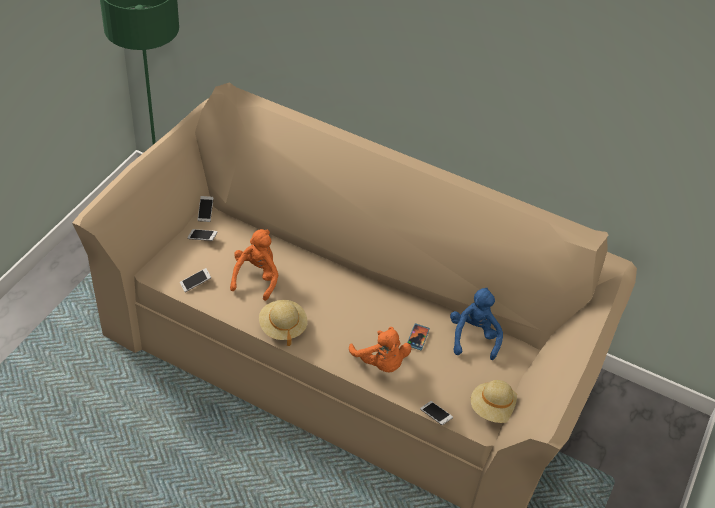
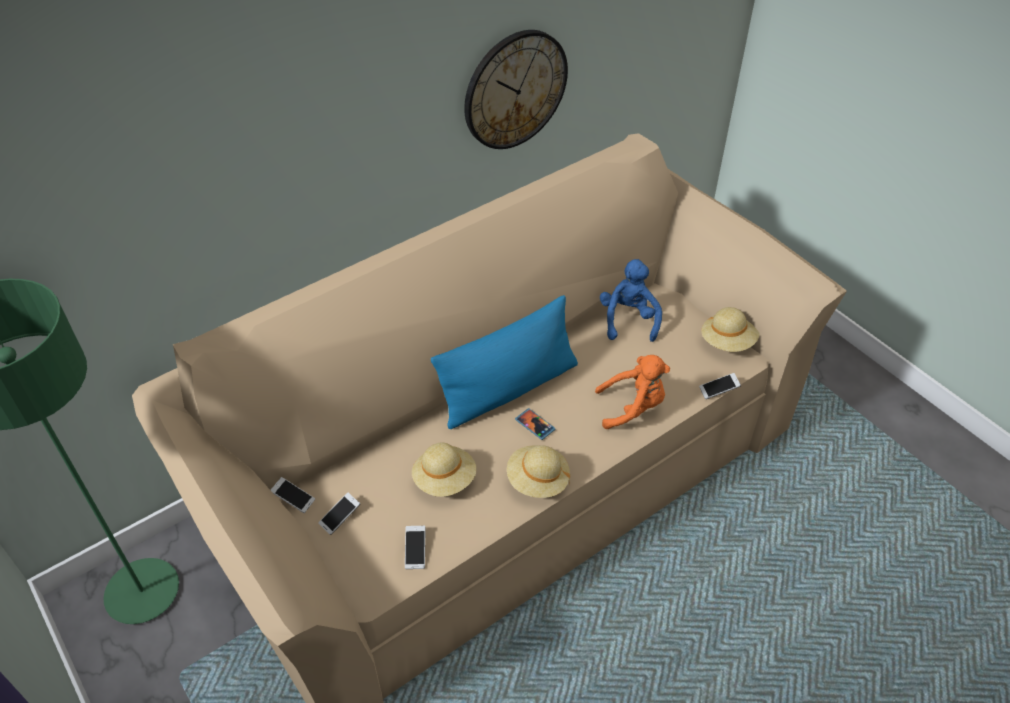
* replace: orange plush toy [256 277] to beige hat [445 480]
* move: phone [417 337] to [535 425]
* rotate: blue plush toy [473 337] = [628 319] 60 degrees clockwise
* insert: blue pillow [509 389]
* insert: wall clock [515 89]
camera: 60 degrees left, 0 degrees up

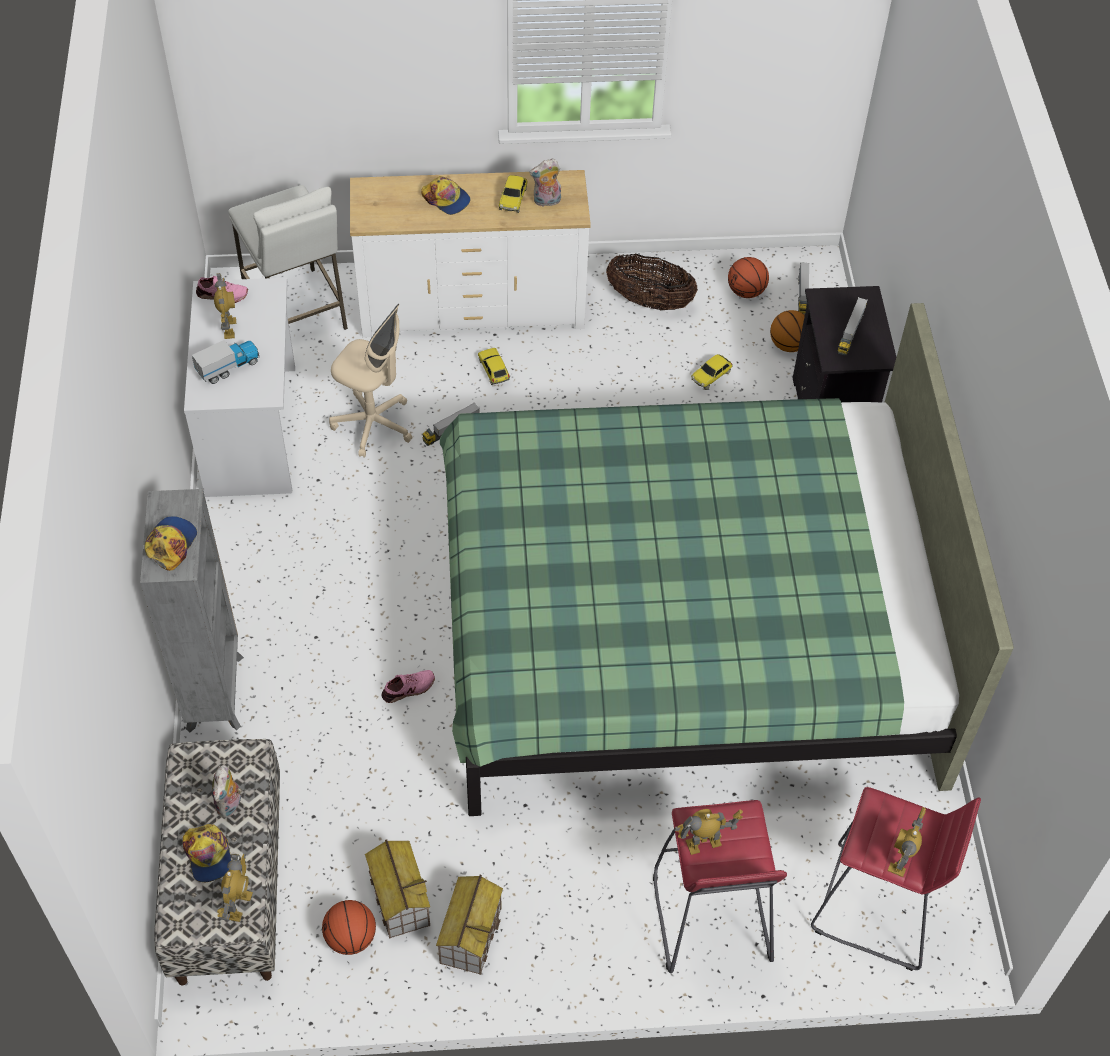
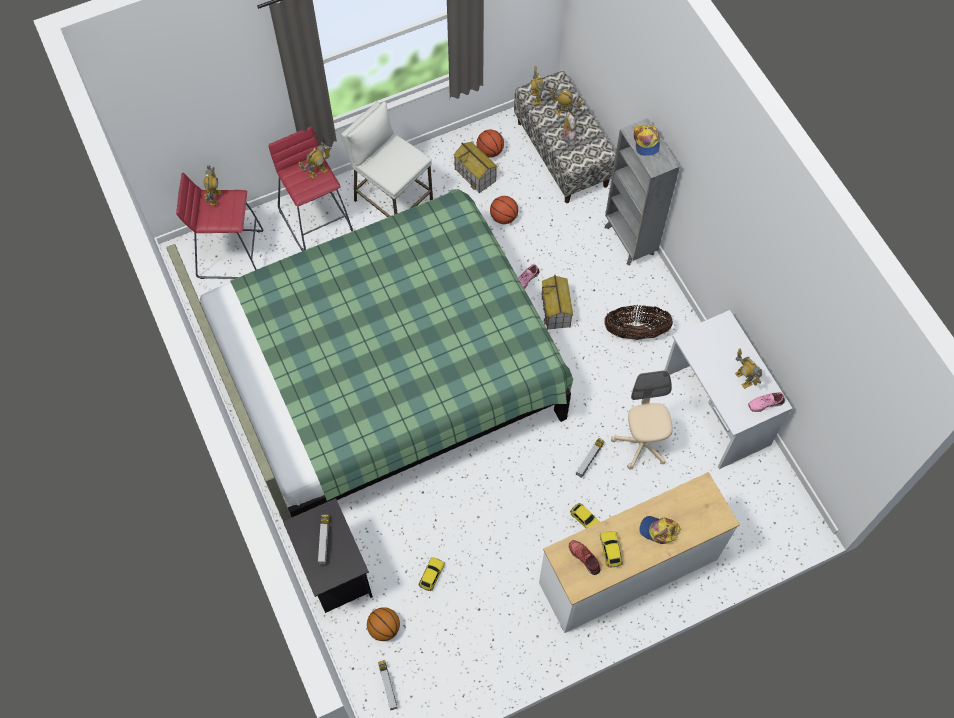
* replace: cap [208 855] to toy robot [564 113]
* delete: toy truck [228 367]
* move: white stool [296 310] to [392 202]
* rotate: beige office chair [373 425] = [641 443] 75 degrees clockwise
* move: toy house [470 935] to [556 311]
* replace: plush toy [546 202] to red shoe [584 557]
* move: basket [649 301] to [635 332]
* move: basketball [746 291] to [503 217]
camera: 160 degrees right, 10 degrees up

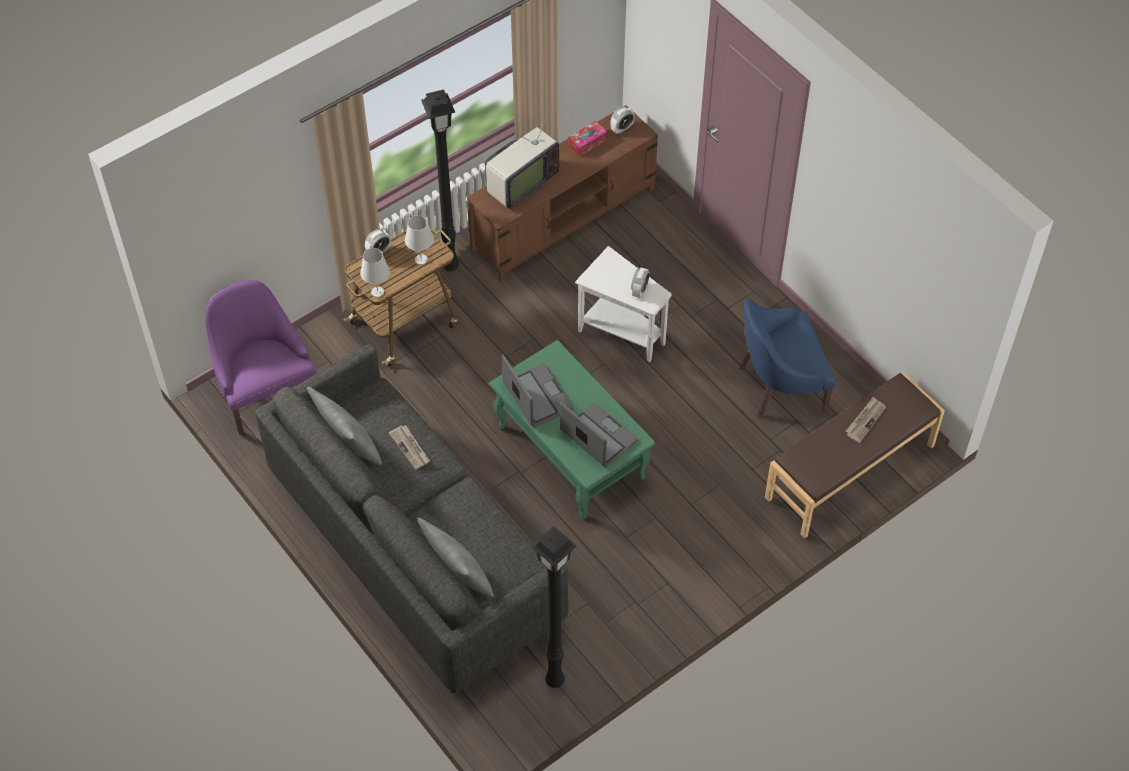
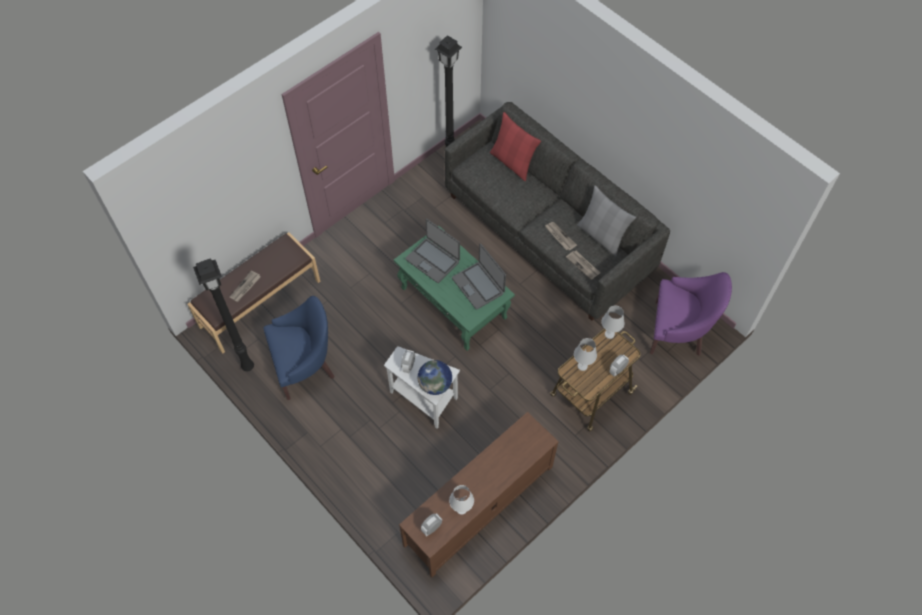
* rotate: purple armchair [265 391] = [678 331] 45 degrees counterclockwise
* recolor: grey pillow [459 576] to red pillow [512 162]
* move: black floor lamp [452 267] to [247 366]
* delete: television [519 183]
* replace: tissue box [587 142] to white table lamp [461 509]
* insert: globe [435 384]
* insert: newspaper [583 265]
camera: 175 degrees right, 5 degrees up

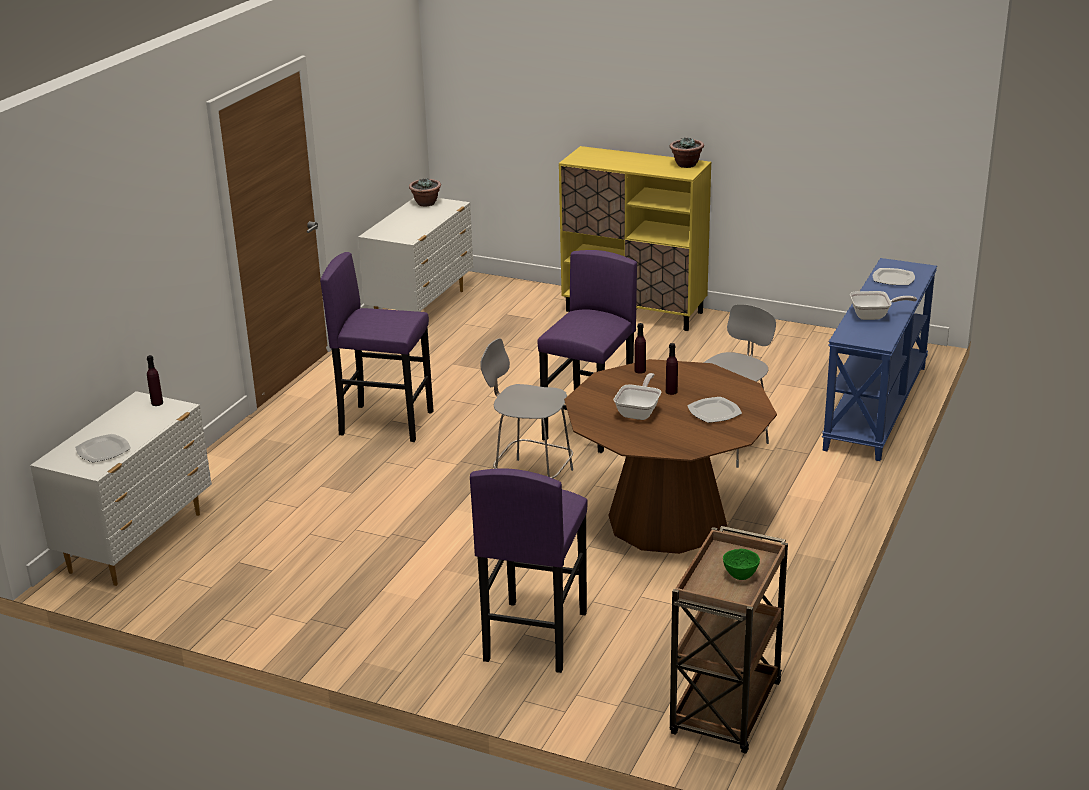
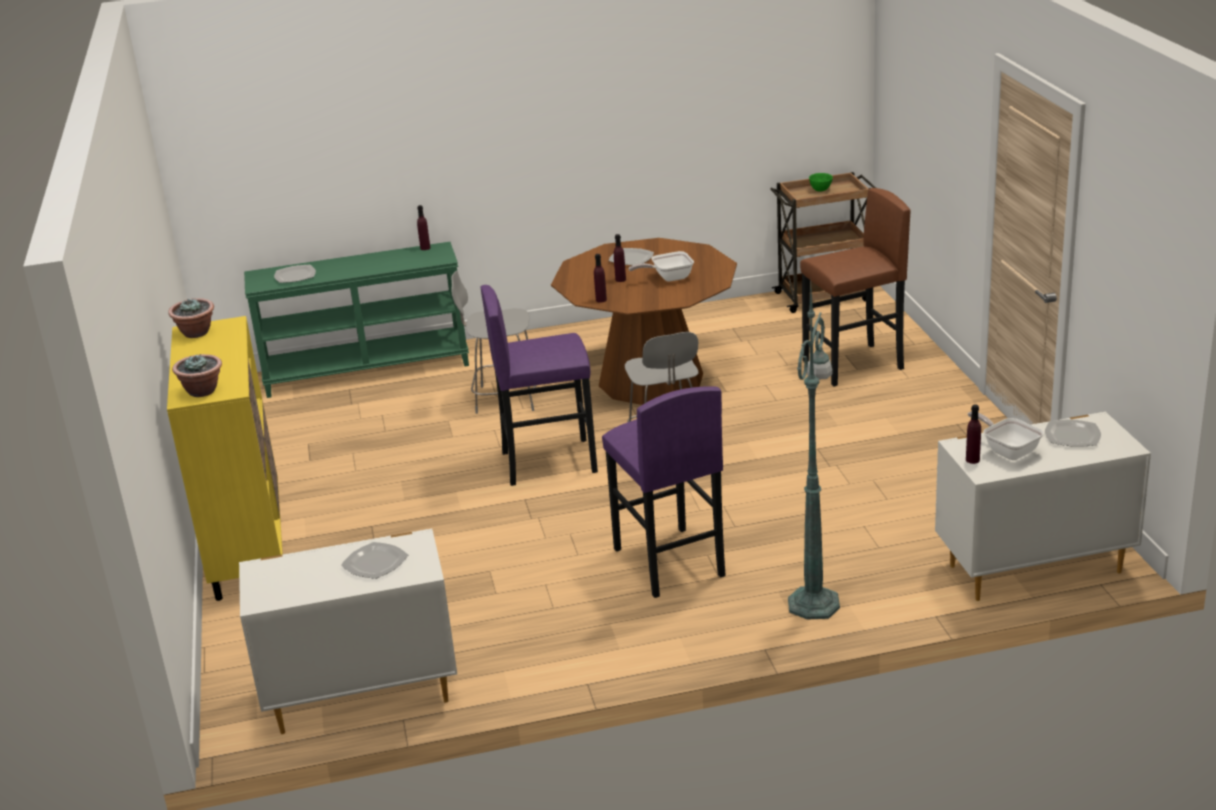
* move: potted plant [426 203] to [202 391]
* recolor: purple stool [534 636] to brown stool [853 365]
* recolor: blue console table [877 407] to green console table [367 369]
* move: frying pan [874 316] to [1007 450]
* insert: plate [374 563]
* insert: purple bottle [425 248]
* insert: green floor lamp [814 602]
camera: 125 degrees left, 0 degrees up

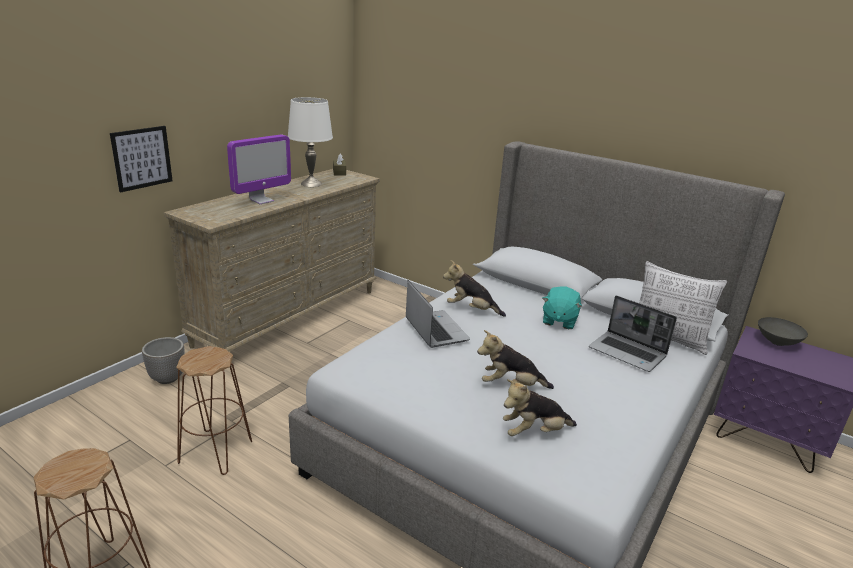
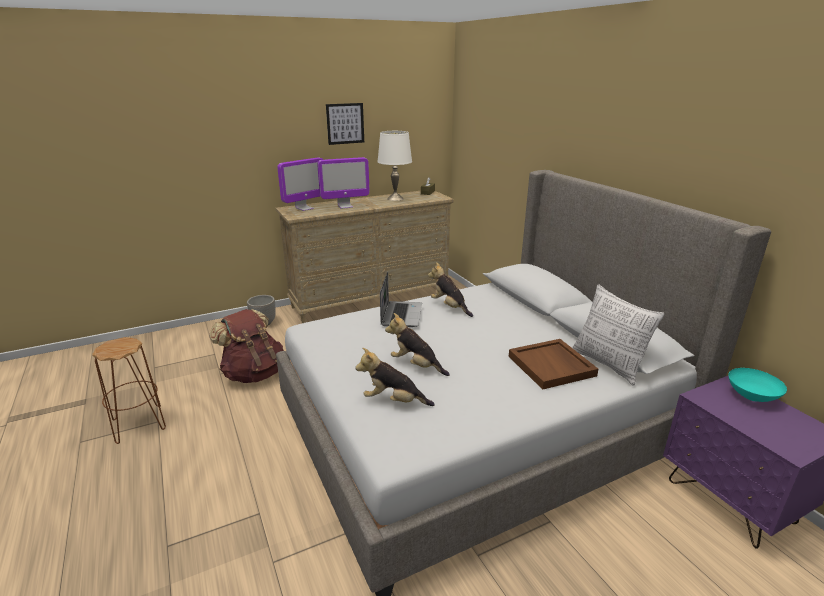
* move: picture [142 158] to [345 123]
* replace: brown stool [216 451] to brown backpack [253 373]
* delete: turquoise plush toy [559 320]
* replace: laptop [628 353] to brown tray [552 366]
* recolor: grey bowl [776 342] to turquoise bowl [750 396]
* insert: monitor [304 208]
camera: 30 degrees right, 0 degrees up

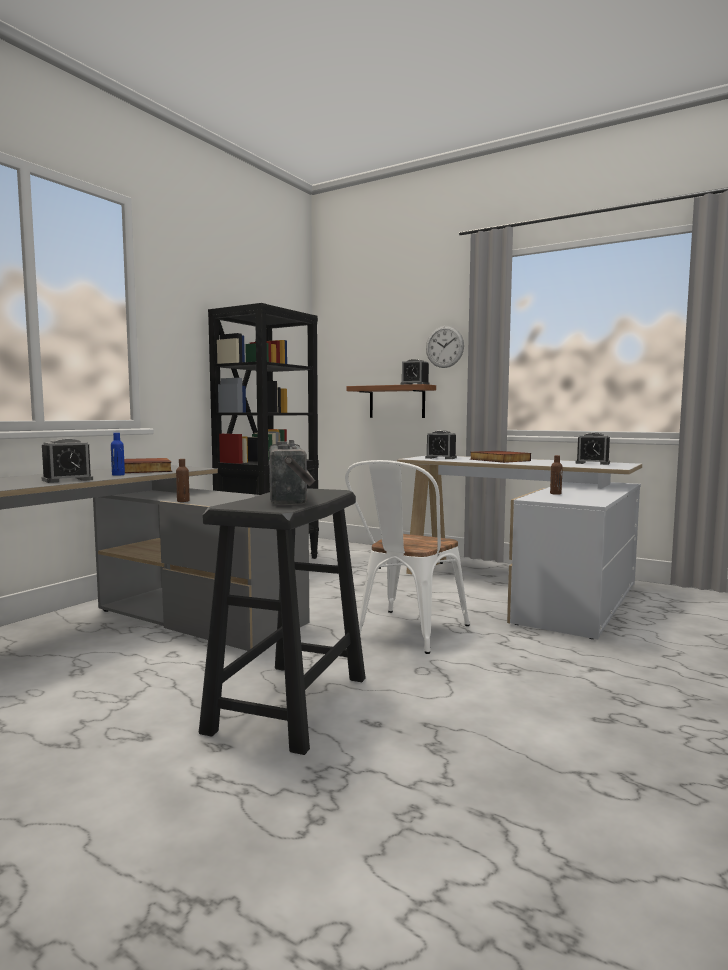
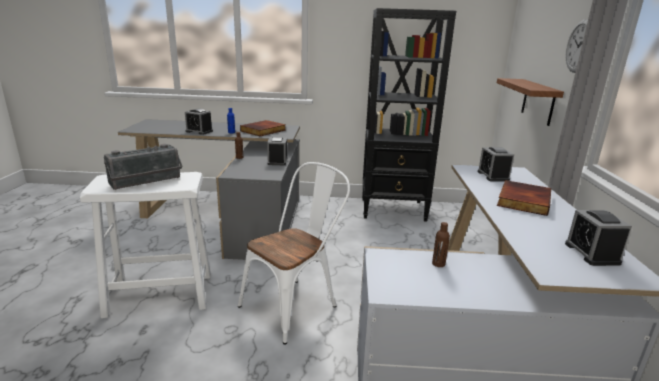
* recolor: black stool [289 704] to white stool [159 294]
* rotate: white chair [406 634] = [295 304] 135 degrees clockwise
* move: alarm clock [414 384] to [277 161]
camera: 60 degrees right, 15 degrees up

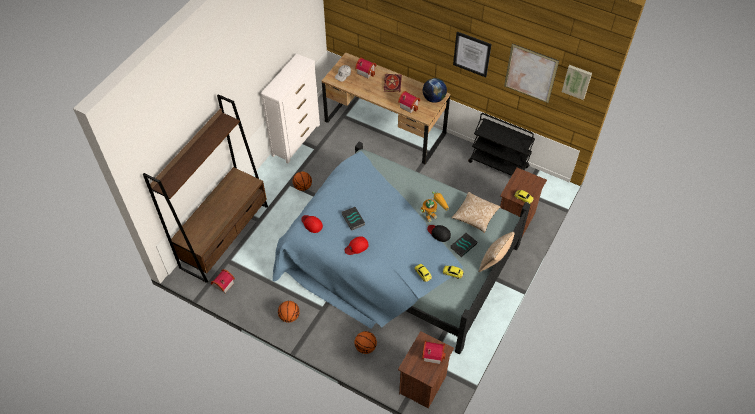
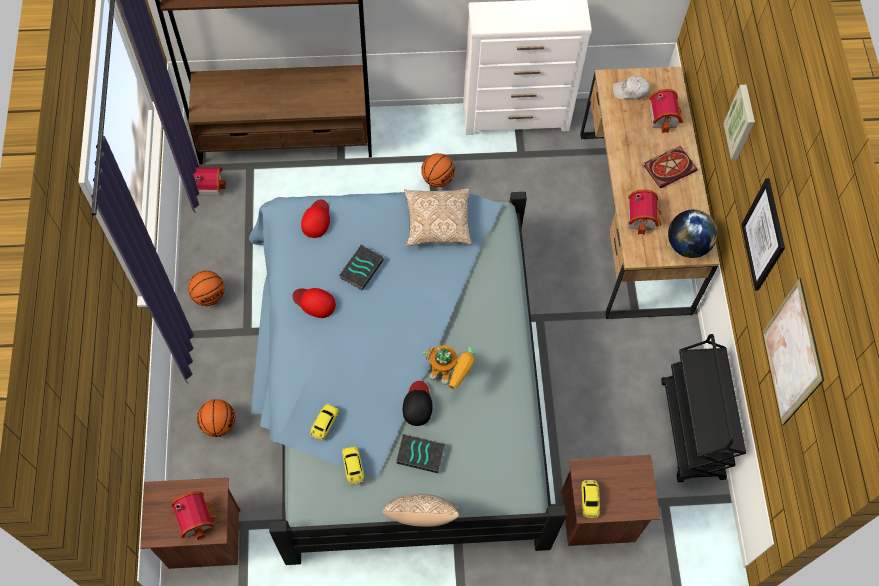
* move: pillow [475 216] to [437 223]
* move: picture [577 81] to [741 122]
camera: 55 degrees right, 10 degrees up

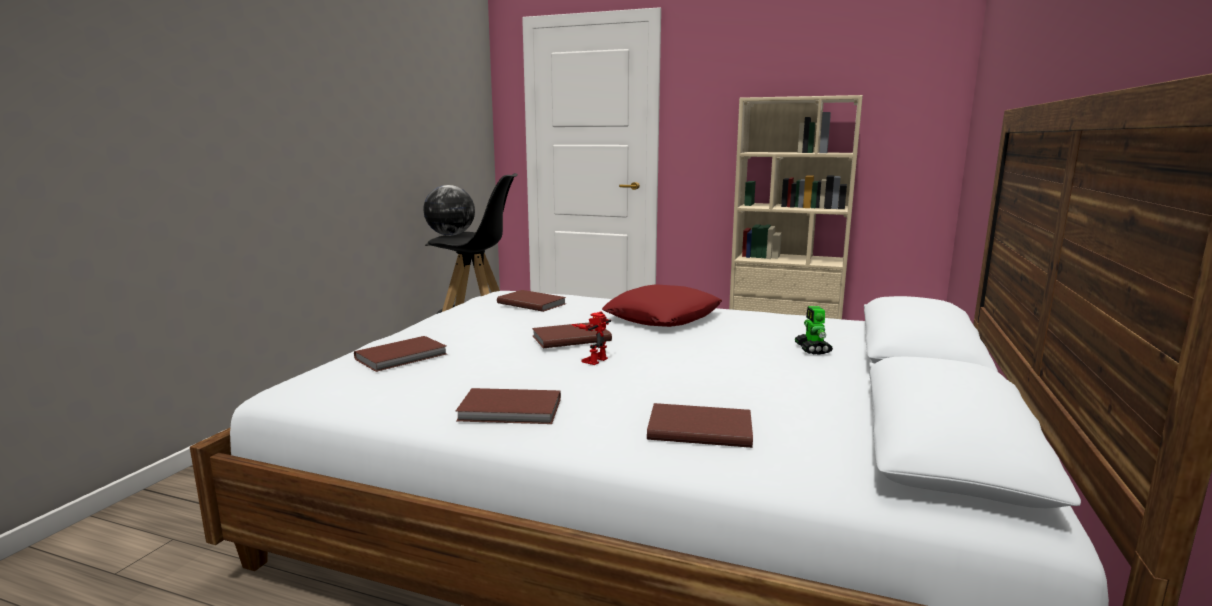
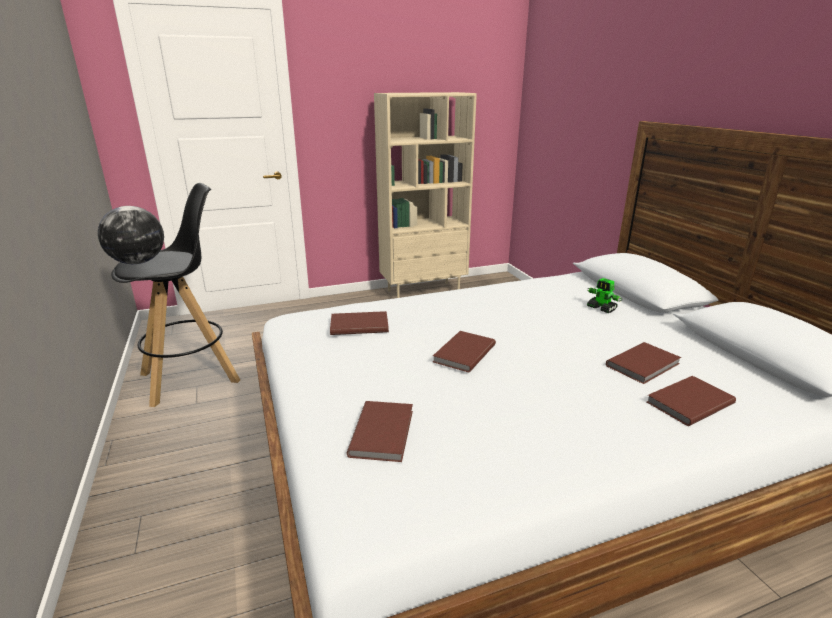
* move: brown book [511 411] to [644 365]
* delete: toy robot [593 359]
* delete: red pillow [663 317]
camera: 40 degrees left, 10 degrees up

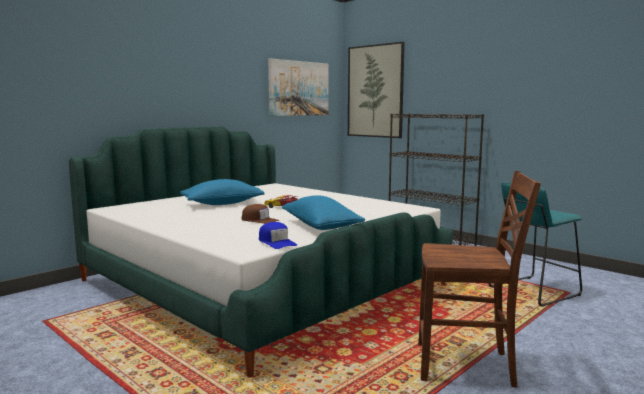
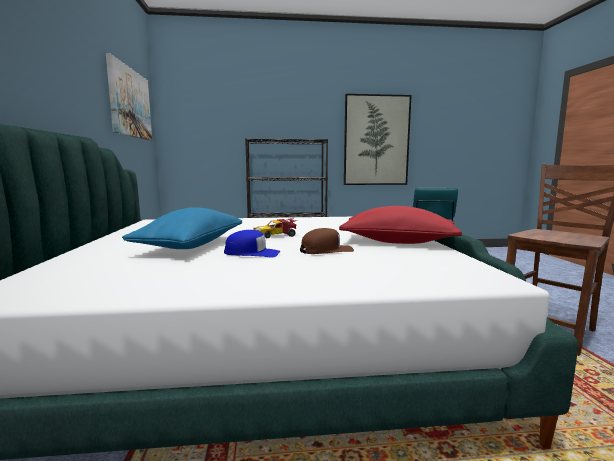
* move: blue cap [276 242] to [252 253]
* recolor: blue pillow [321 227] to red pillow [398 242]
* move: picture [375 91] to [376 140]
camera: 50 degrees left, 0 degrees up

